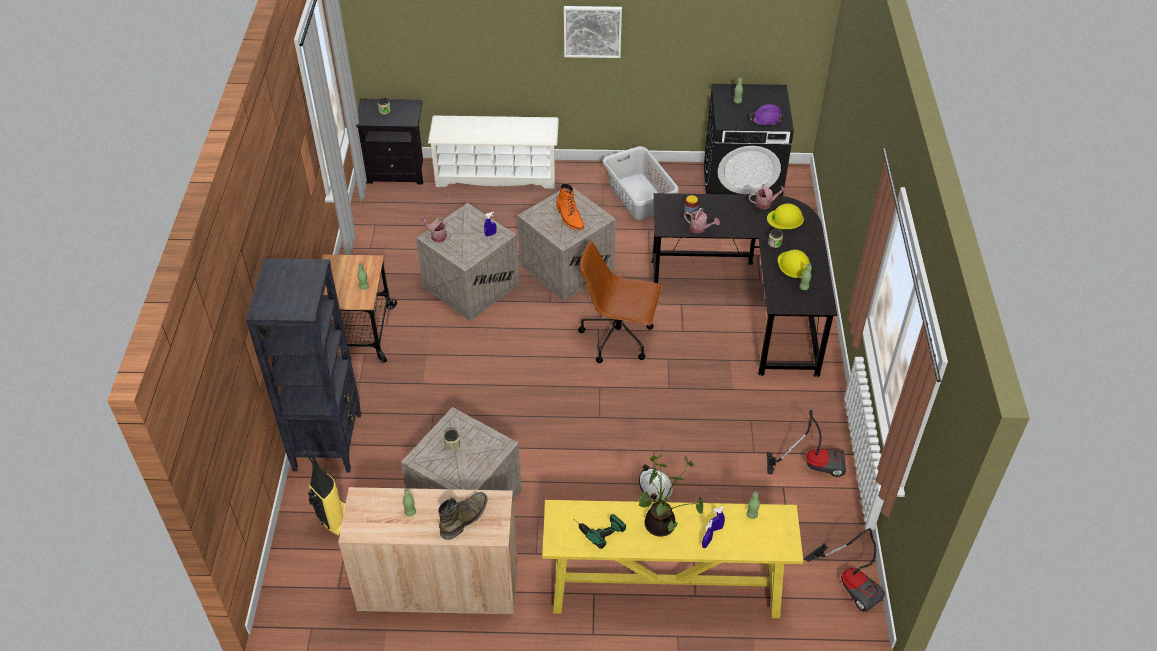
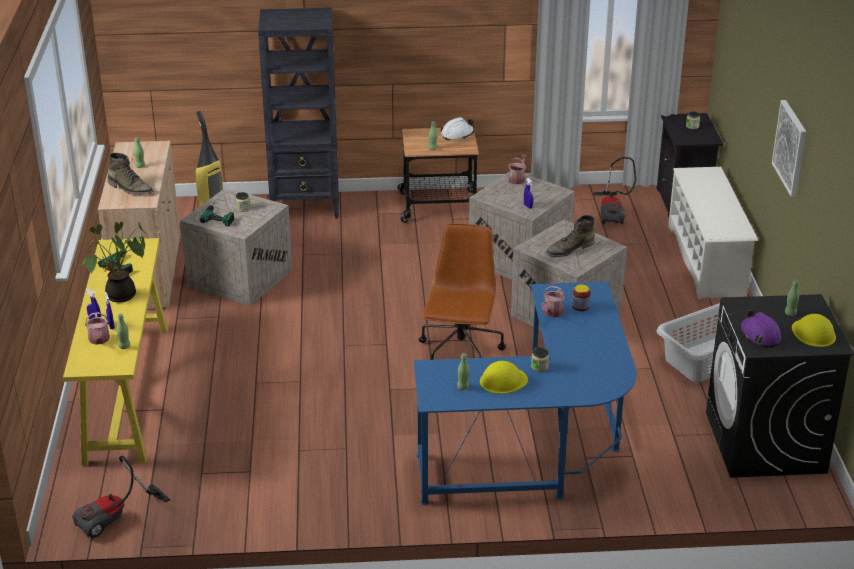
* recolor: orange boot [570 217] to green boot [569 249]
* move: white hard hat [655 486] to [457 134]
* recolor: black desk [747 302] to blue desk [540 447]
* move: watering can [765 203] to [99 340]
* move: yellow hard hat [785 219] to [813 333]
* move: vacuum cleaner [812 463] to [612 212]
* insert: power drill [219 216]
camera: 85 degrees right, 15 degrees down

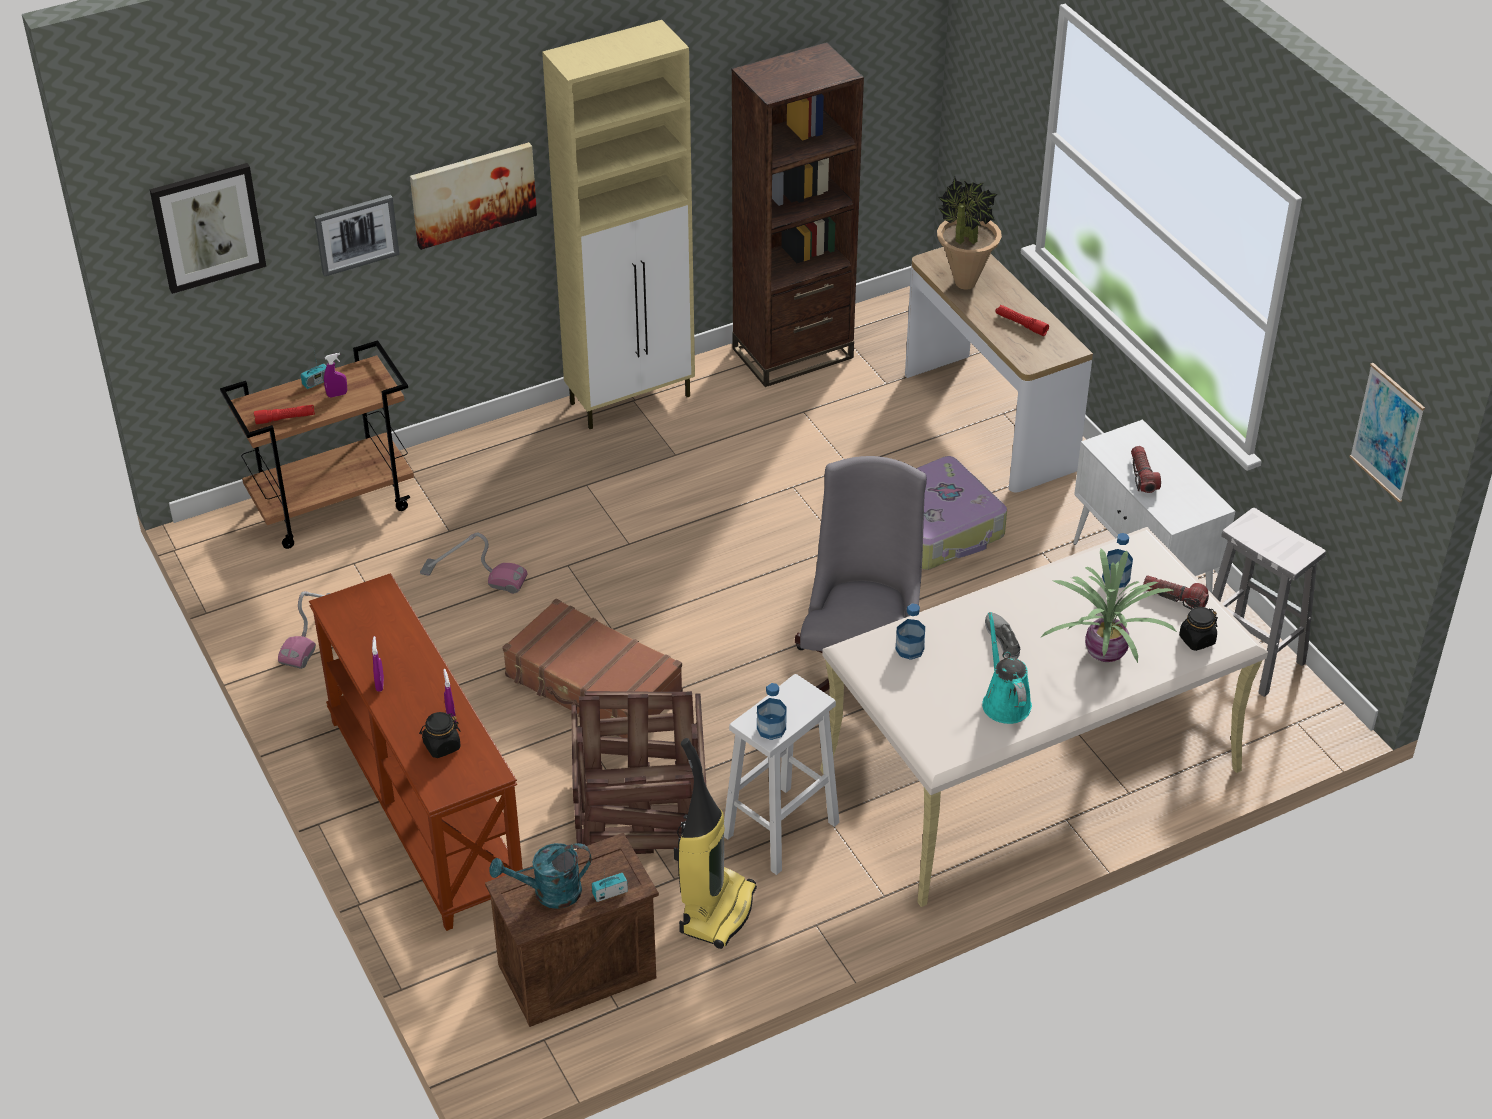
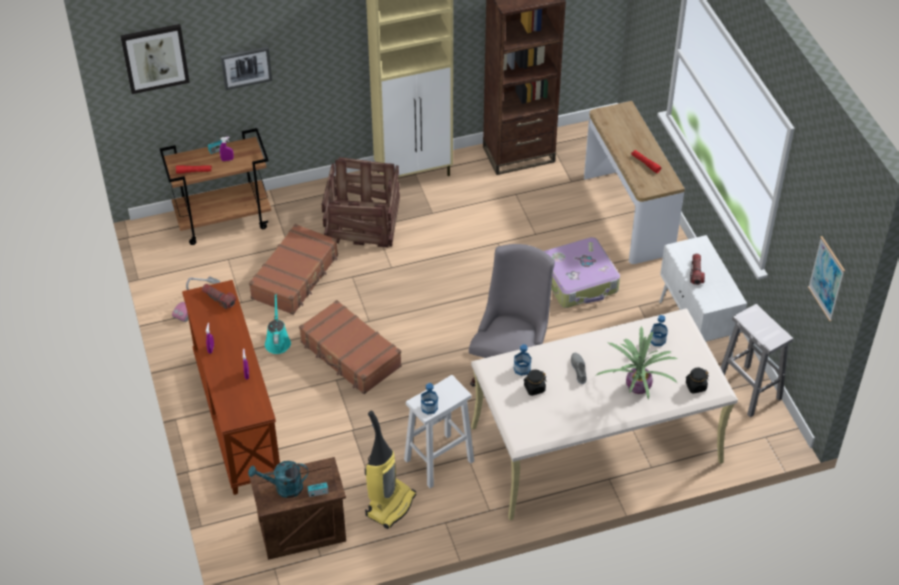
* delete: picture [473 194]
* move: black jar [441 746] to [534 388]
* replace: vacuum cleaner [474 577] to brown suitcase [296 277]
* move: crate [638 810] to [361 223]
* delete: potted plant [964 283]
* move: turquoise watering can [1004 701] to [277 341]
* move: flashlight [1174 598] to [219 299]
camera: 10 degrees right, 5 degrees up

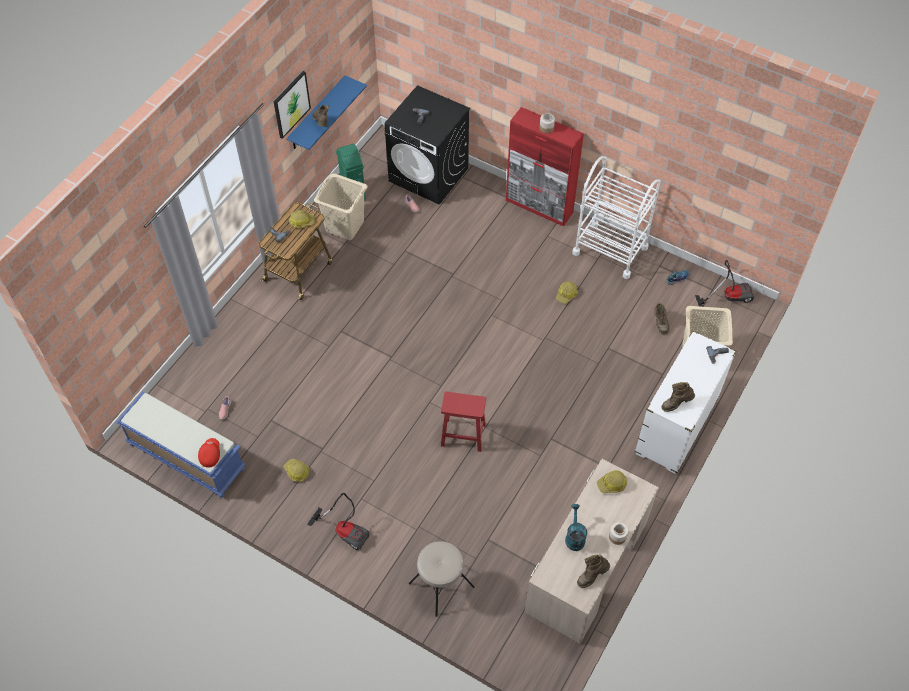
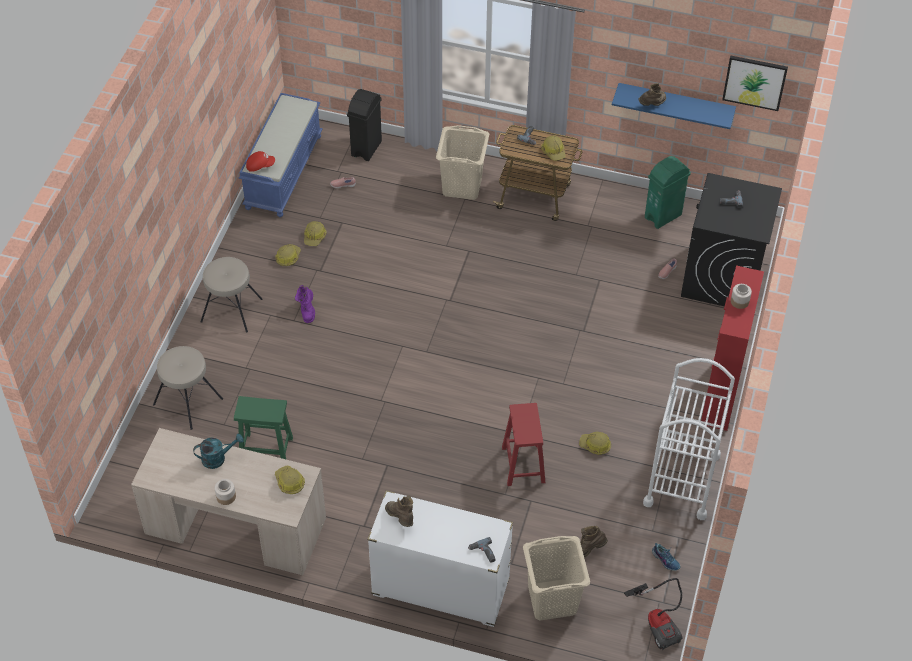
* move: picture [291 104] to [754 82]
* replace: vacuum cleaner [345 530] to beige stool [231 311]
* move: beige laundry basket [344 225] to [462 186]
* move: red stool [464 435] to [523 465]
* delete: brown boot [591 576]
* insert: green stool [267 450]
* insert: purple boot [307 310]
* insert: hard hat [314 237]
* insert: black trash can [367 148]
camera: 75 degrees right, 5 degrees down

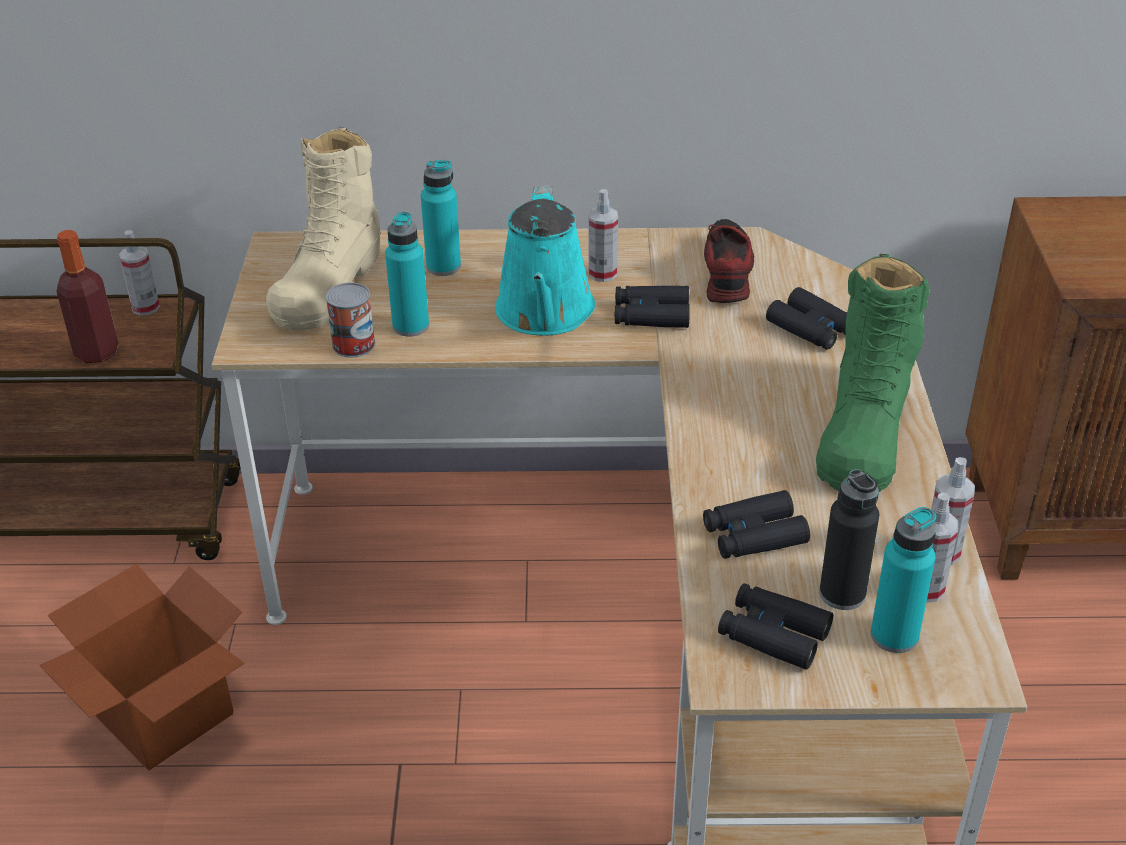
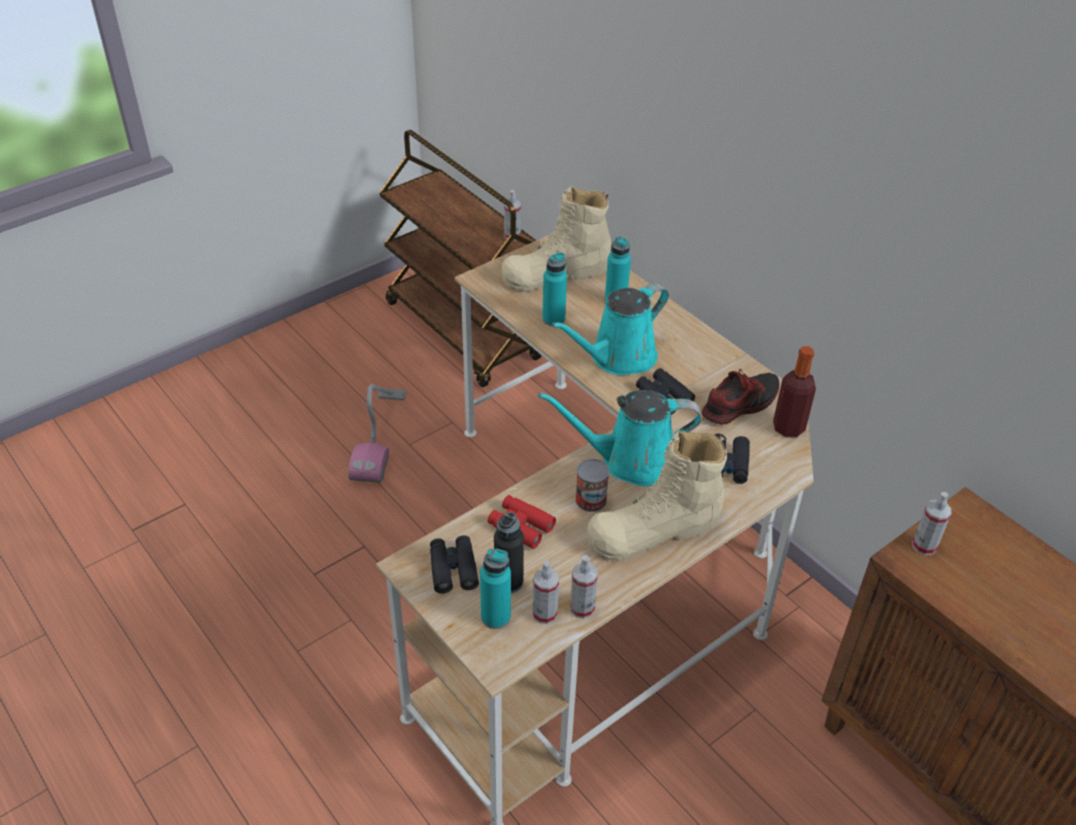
* replace: cardboard box [165 714] to vacuum cleaner [379 436]
* move: bottle [97 352] to [788 428]
* move: can [353 344] to [590 500]
* move: spray bottle [602 273] to [924 546]
* recolor: black binoculars [754 535] to red binoculars [521 526]
* recolor: green boot [863 431] to beige boot [654 530]
* insert: turquoise watering can [631 461]
camera: 50 degrees right, 5 degrees up

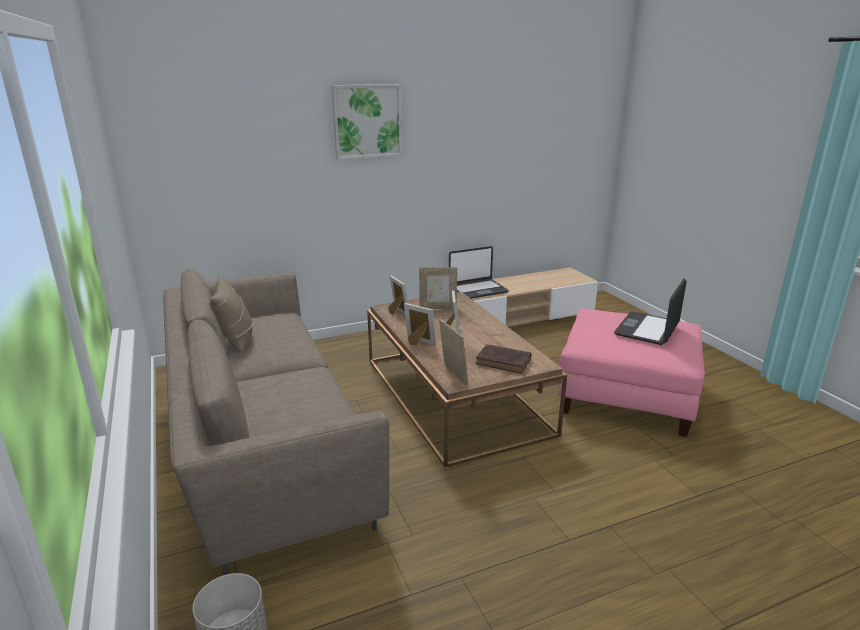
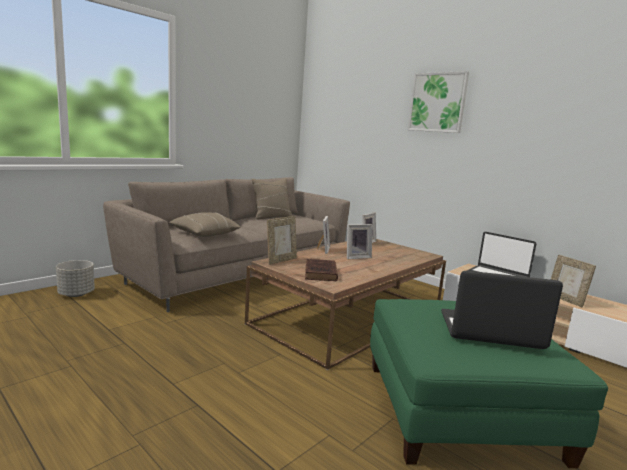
* move: picture frame [438 307] to [565 300]
* recolor: pink ottoman [626 395] to green ottoman [458 409]
* insert: beige pillow [204 234]
camera: 65 degrees right, 10 degrees down

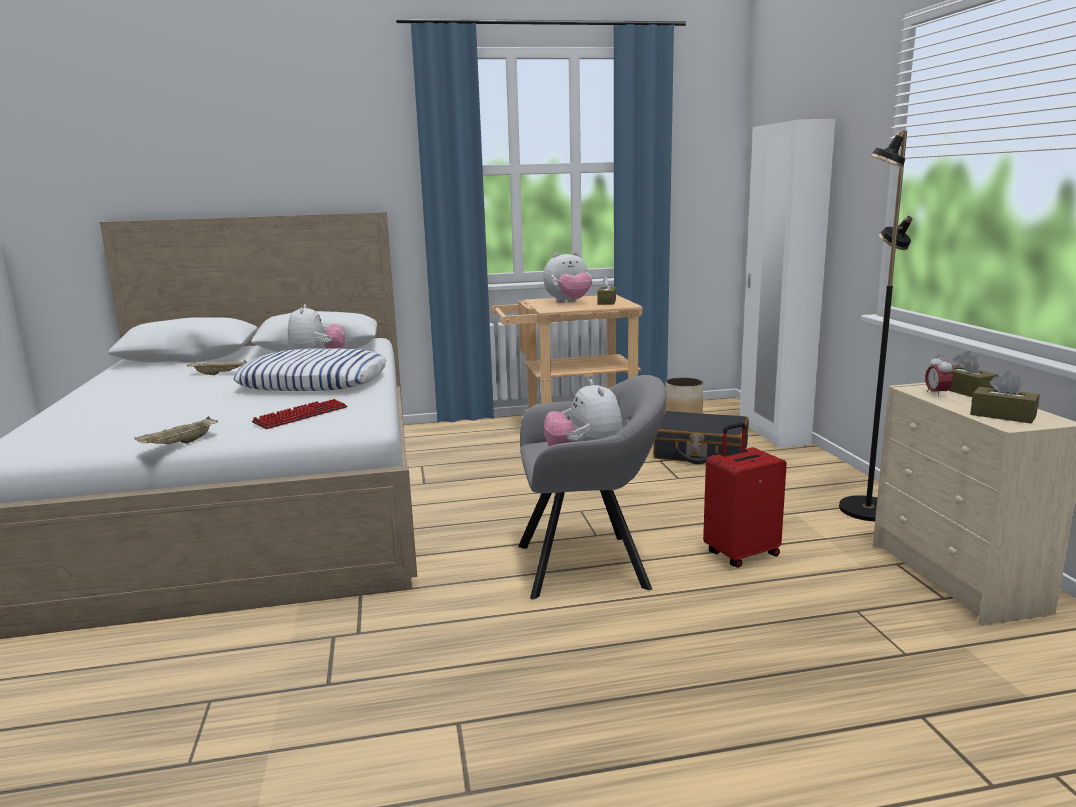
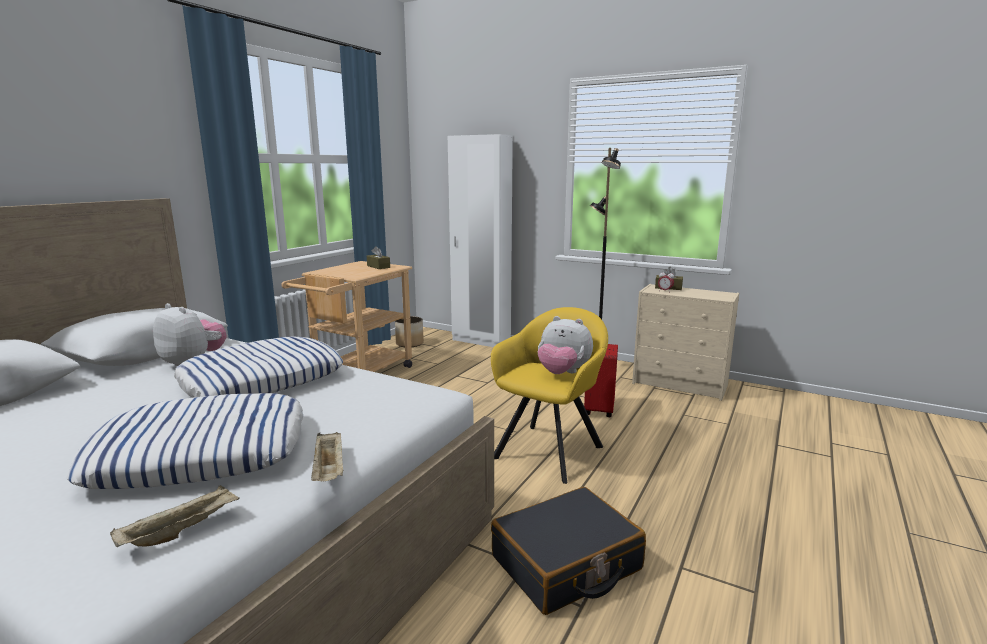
* move: beige tray [220 374] to [182 531]
* delete: keyboard [301 416]
* recolor: grey armchair [589 565] to yellow armchair [551 449]
* delete: plush toy [569 302]
* move: black suitcase [700 452] to [566 564]
* delete: brown tissue box [1002 415]
* insert: pillow [200 453]
camera: 50 degrees left, 0 degrees up

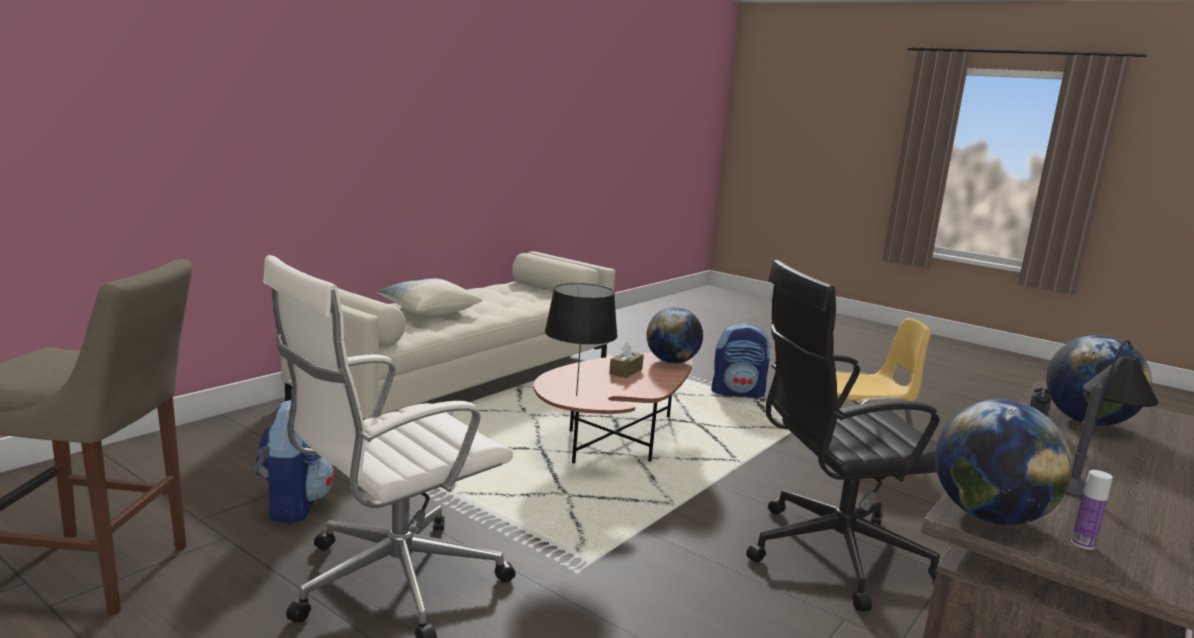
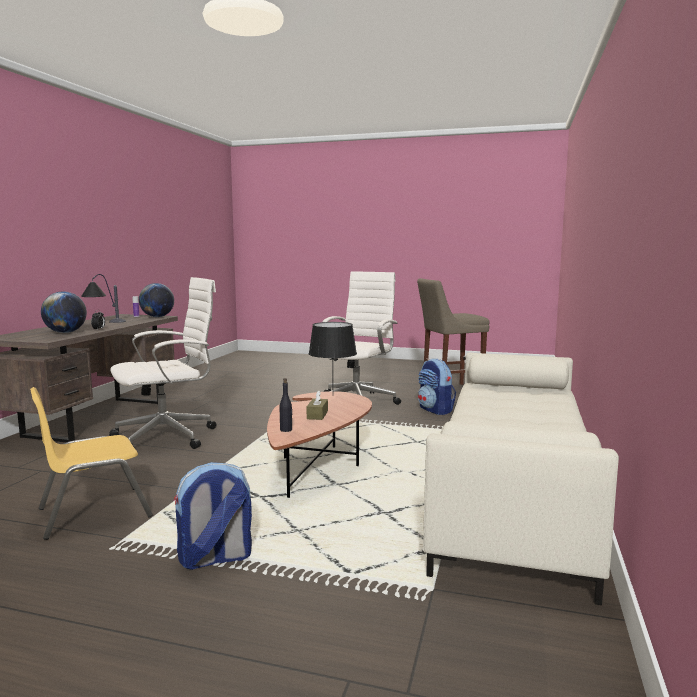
* delete: pillow [428 311]
* replace: globe [672 362] to black bottle [286 430]
* recolor: black office chair [831 554] to white office chair [168 437]
camera: 160 degrees right, 5 degrees down

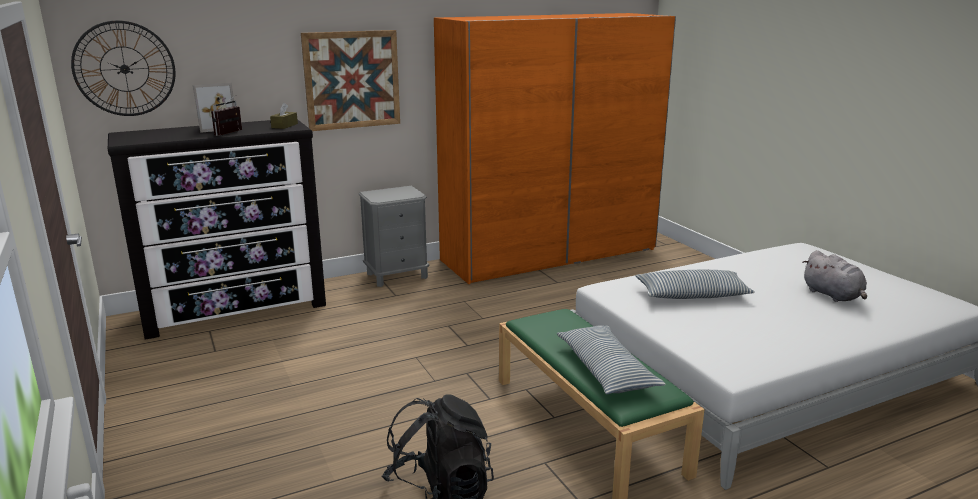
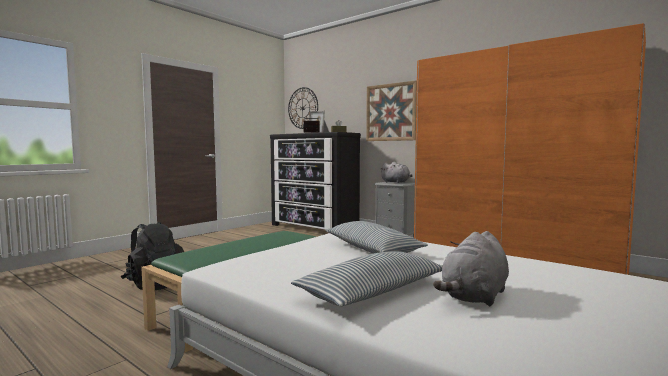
* move: pillow [606 370] to [372 292]
* insert: grey plush toy [396 182]
camera: 65 degrees right, 15 degrees down

